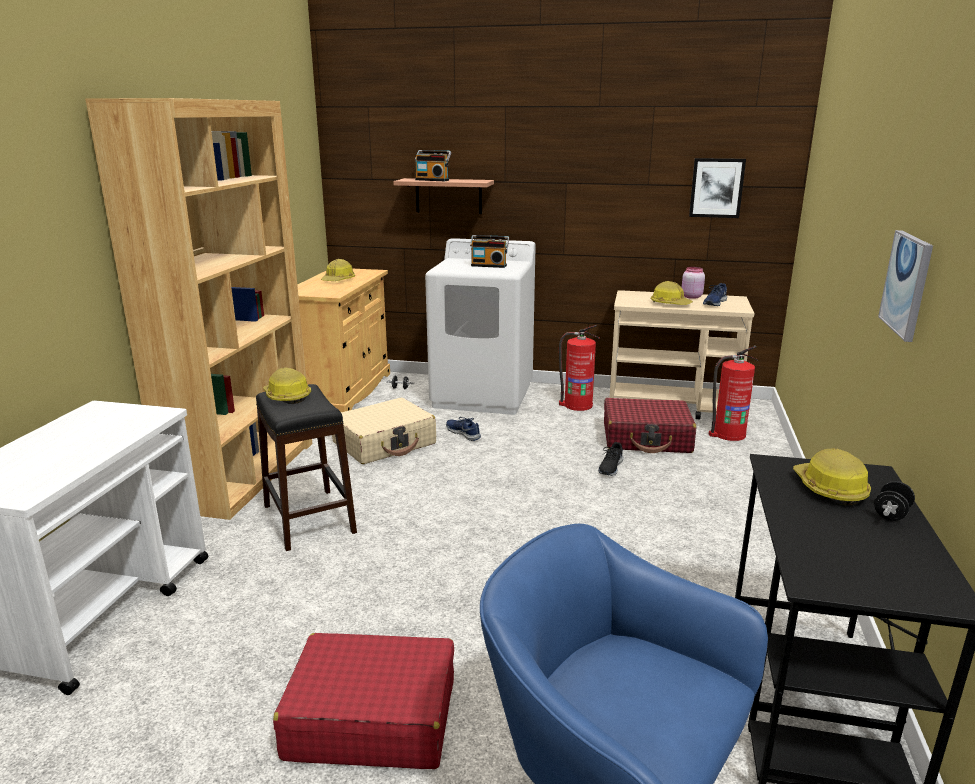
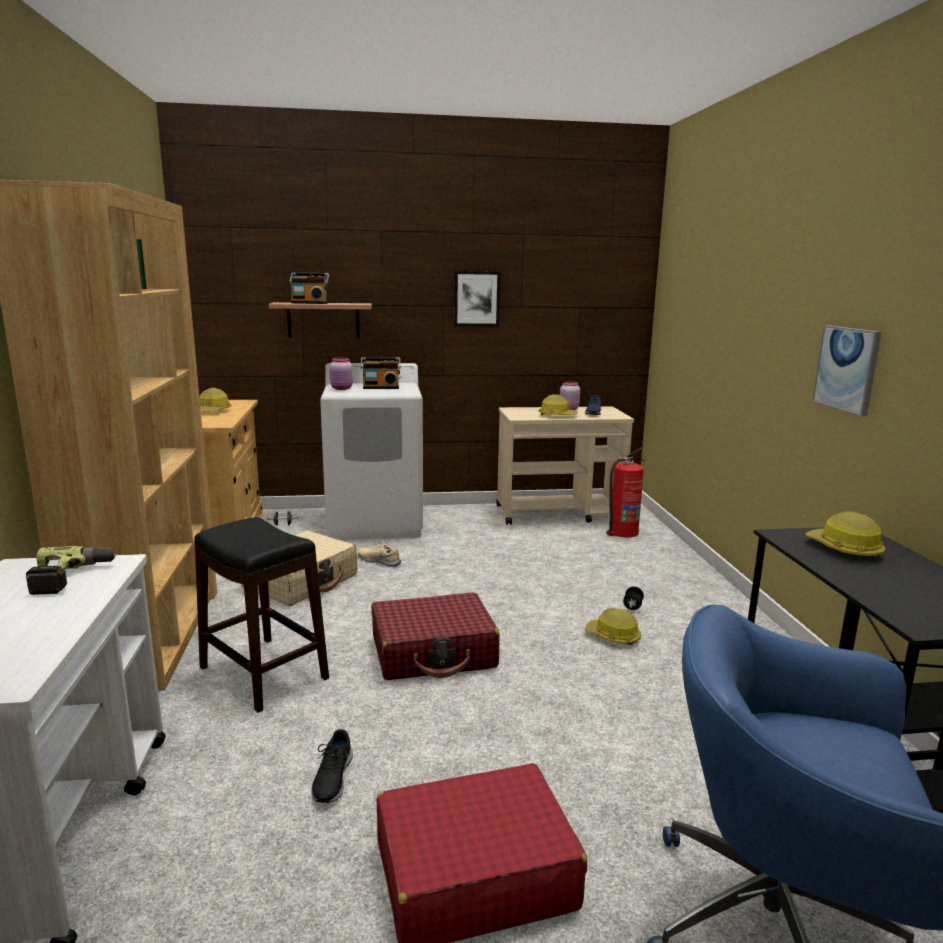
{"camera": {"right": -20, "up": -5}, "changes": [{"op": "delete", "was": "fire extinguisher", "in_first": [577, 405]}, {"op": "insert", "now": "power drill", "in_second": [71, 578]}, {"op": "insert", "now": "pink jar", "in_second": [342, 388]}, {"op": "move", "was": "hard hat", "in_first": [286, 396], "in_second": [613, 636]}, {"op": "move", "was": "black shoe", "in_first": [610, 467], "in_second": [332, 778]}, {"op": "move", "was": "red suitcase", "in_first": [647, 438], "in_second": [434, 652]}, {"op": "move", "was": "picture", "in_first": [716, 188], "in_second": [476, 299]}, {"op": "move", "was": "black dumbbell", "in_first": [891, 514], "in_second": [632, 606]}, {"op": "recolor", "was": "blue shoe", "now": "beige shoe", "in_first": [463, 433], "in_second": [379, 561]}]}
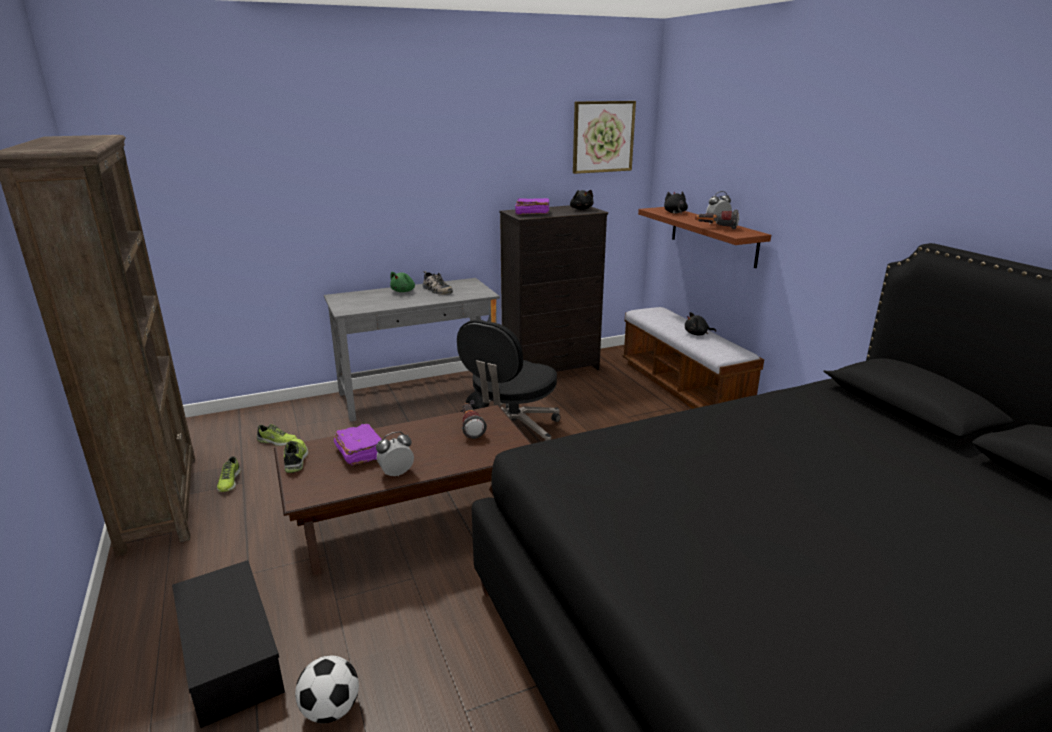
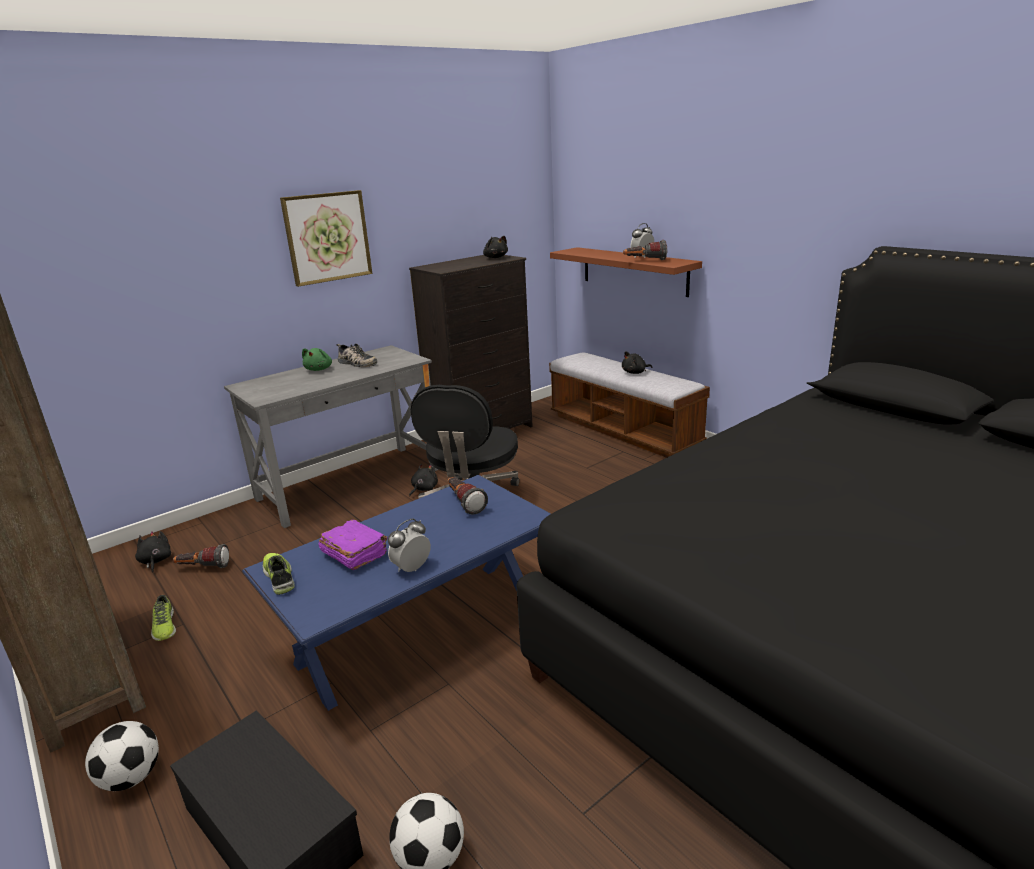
{"camera": {"right": -15, "up": 0}, "changes": [{"op": "delete", "was": "purple book", "in_first": [531, 213]}, {"op": "insert", "now": "football", "in_second": [131, 778]}, {"op": "move", "was": "picture", "in_first": [603, 137], "in_second": [327, 237]}, {"op": "move", "was": "black plush toy", "in_first": [675, 213], "in_second": [155, 561]}, {"op": "replace", "was": "shoe", "now": "flashlight", "in_first": [276, 441], "in_second": [203, 567]}, {"op": "recolor", "was": "brown coffee table", "now": "blue coffee table", "in_first": [412, 527], "in_second": [419, 629]}]}
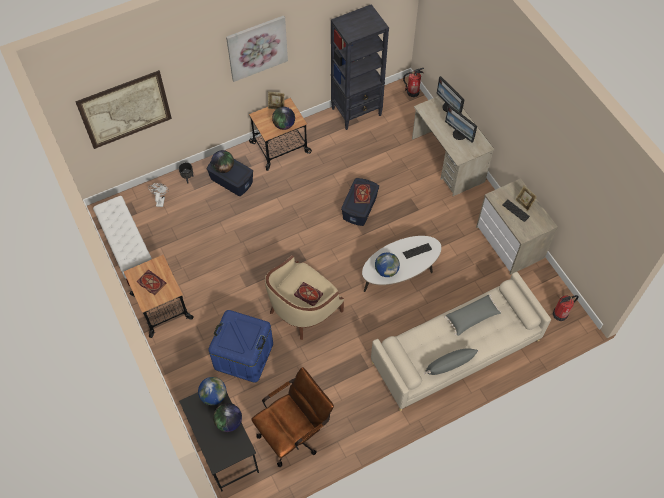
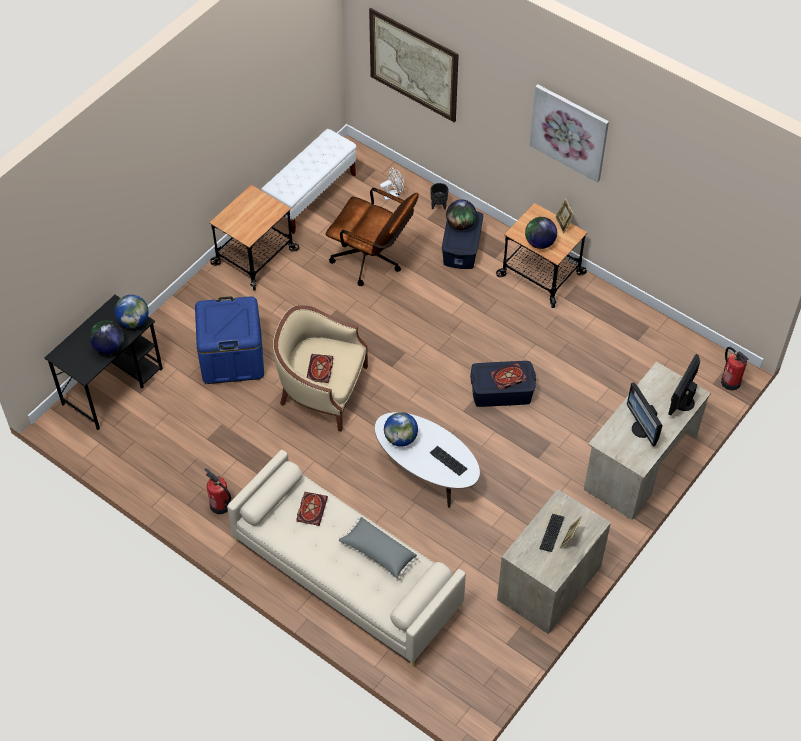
{"camera": {"right": 65, "up": -5}, "changes": [{"op": "delete", "was": "black bookcase", "in_first": [357, 112]}, {"op": "delete", "was": "grey pillow", "in_first": [449, 365]}, {"op": "move", "was": "book", "in_first": [150, 283], "in_second": [311, 508]}, {"op": "move", "was": "brown office chair", "in_first": [294, 433], "in_second": [373, 261]}, {"op": "move", "was": "fire extinguisher", "in_first": [560, 314], "in_second": [220, 505]}, {"op": "rotate", "was": "monitor", "in_first": [460, 134], "in_second": [642, 429], "clockwise": -45}]}
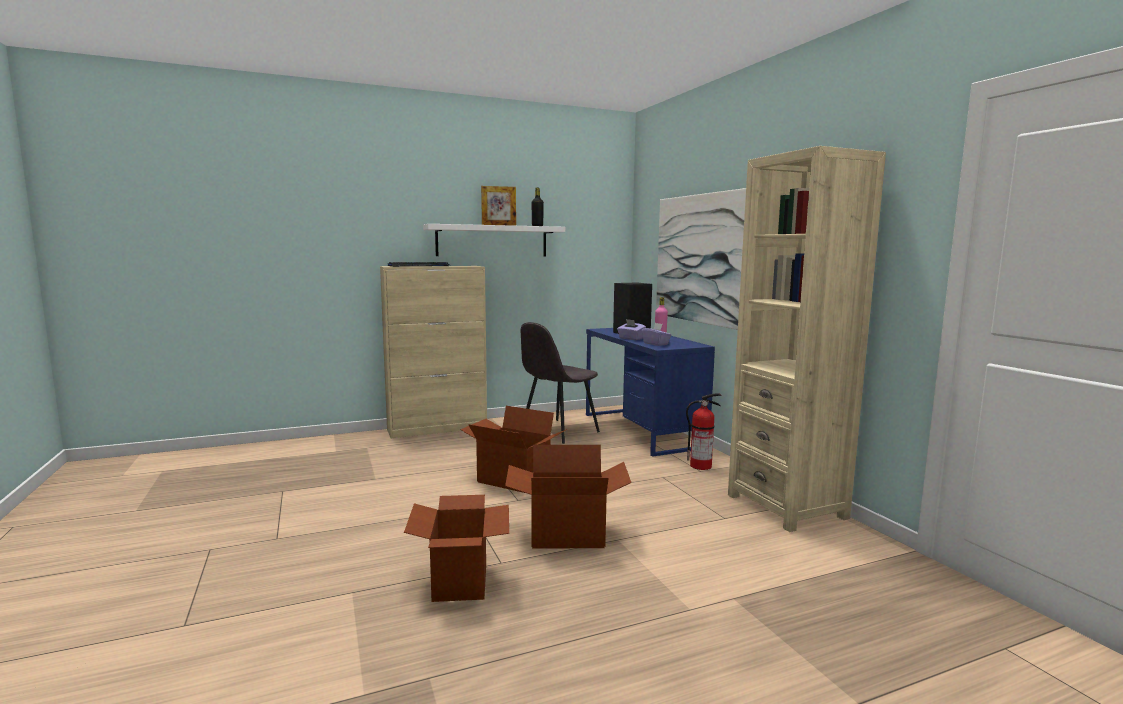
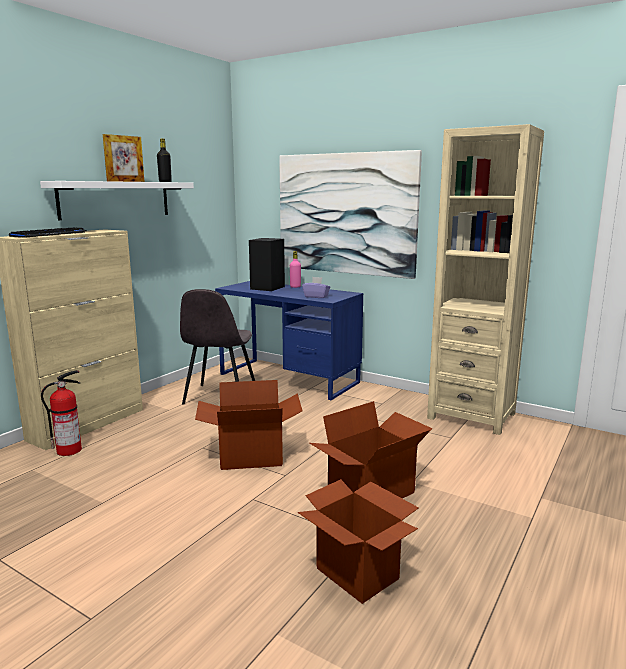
{"camera": {"right": -35, "up": 5}, "changes": [{"op": "delete", "was": "purple tissue box", "in_first": [631, 338]}, {"op": "move", "was": "fire extinguisher", "in_first": [701, 466], "in_second": [70, 450]}]}
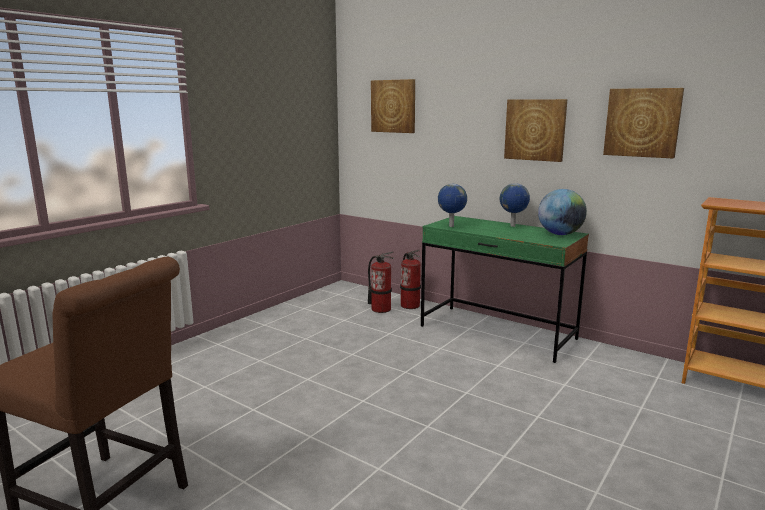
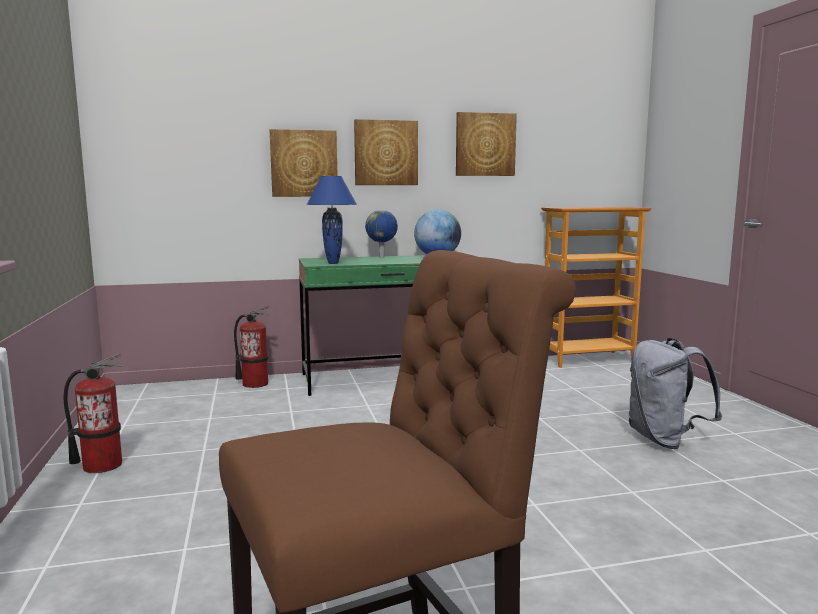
{"camera": {"right": -50, "up": -5}, "changes": [{"op": "insert", "now": "grey backpack", "in_second": [665, 440]}, {"op": "move", "was": "fire extinguisher", "in_first": [381, 309], "in_second": [102, 465]}, {"op": "move", "was": "picture", "in_first": [393, 106], "in_second": [304, 163]}, {"op": "replace", "was": "globe", "now": "blue table lamp", "in_first": [451, 226], "in_second": [333, 263]}]}
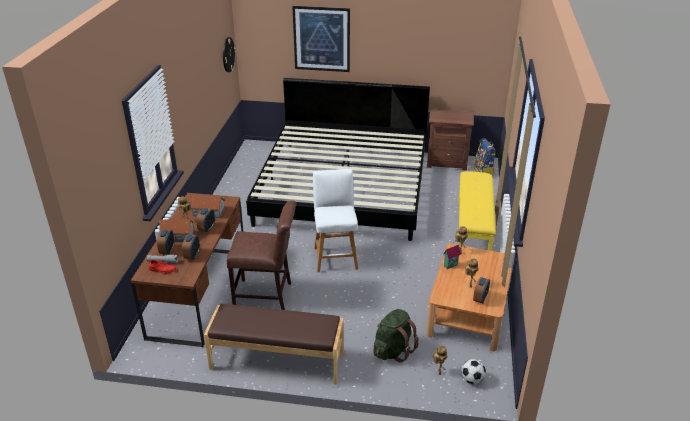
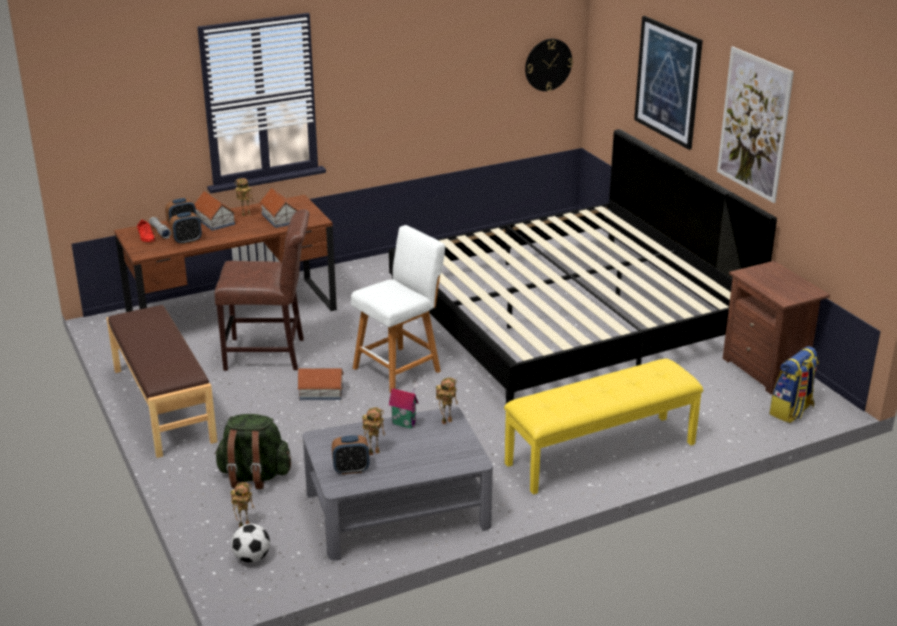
{"camera": {"right": 55, "up": -5}, "changes": [{"op": "delete", "was": "alarm clock", "in_first": [207, 228]}, {"op": "insert", "now": "toy house", "in_second": [321, 392]}, {"op": "insert", "now": "picture", "in_second": [754, 124]}, {"op": "recolor", "was": "brown coffee table", "now": "grey coffee table", "in_first": [468, 311], "in_second": [397, 509]}, {"op": "rotate", "was": "brown chair", "in_first": [266, 296], "in_second": [270, 354], "clockwise": -60}]}
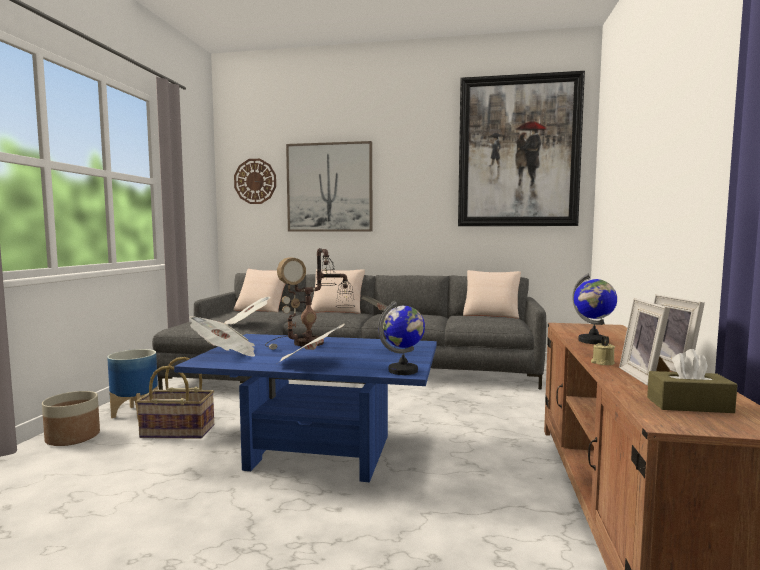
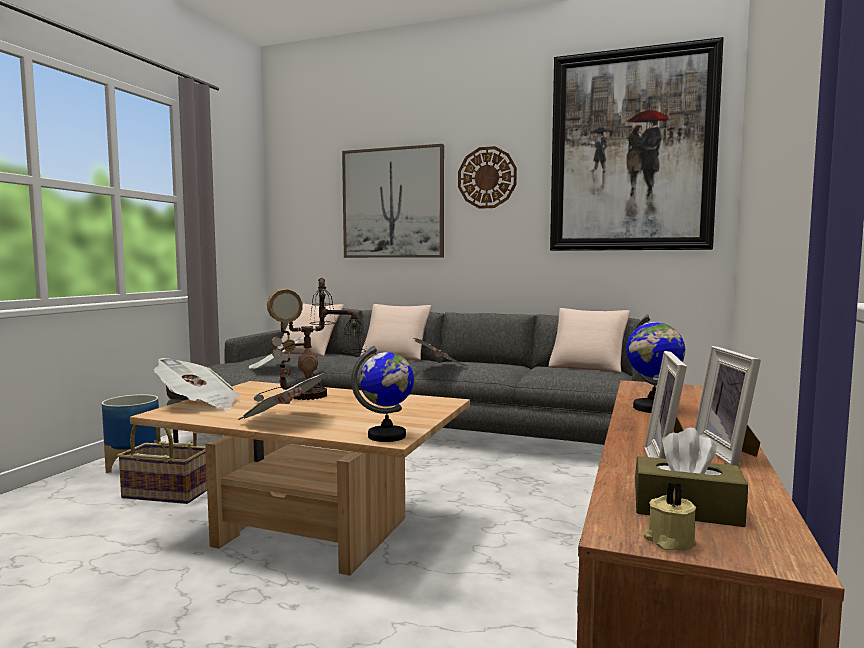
{"camera": {"right": 10, "up": 0}, "changes": [{"op": "delete", "was": "planter", "in_first": [73, 437]}, {"op": "move", "was": "wall clock", "in_first": [255, 181], "in_second": [487, 177]}, {"op": "move", "was": "beige candle", "in_first": [602, 363], "in_second": [669, 541]}, {"op": "recolor", "was": "blue coffee table", "now": "beige coffee table", "in_first": [320, 452], "in_second": [312, 531]}]}
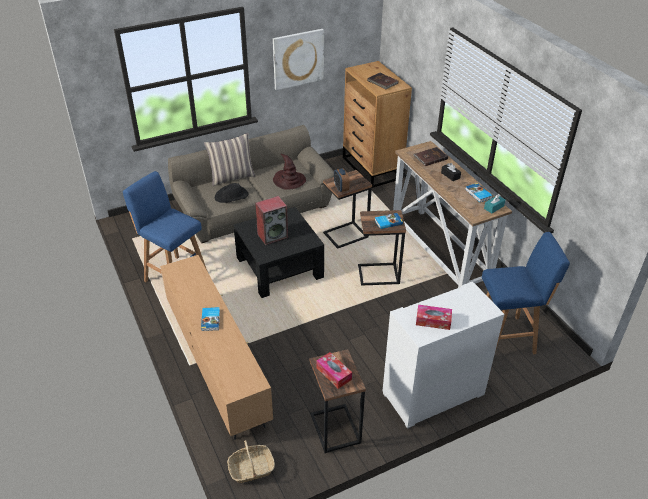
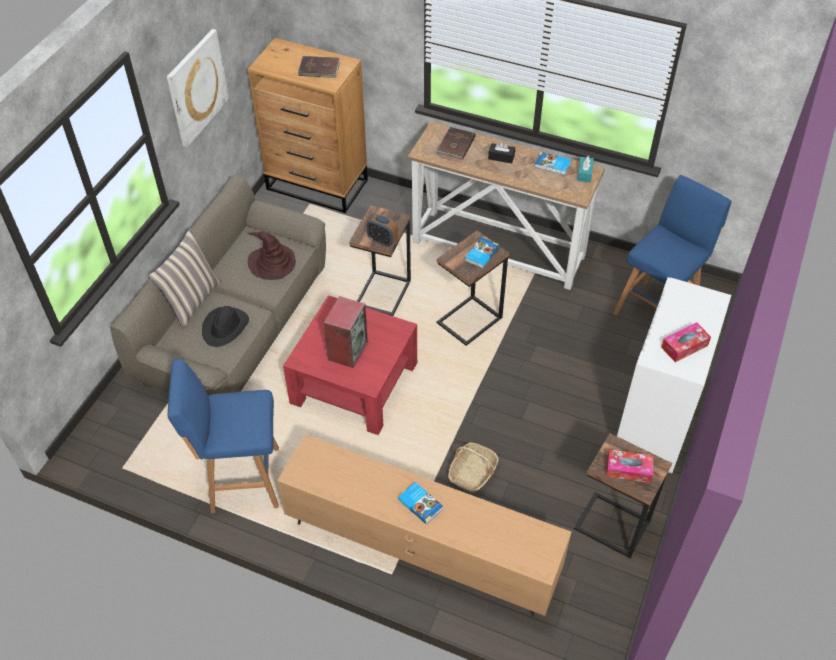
{"camera": {"right": -40, "up": 10}, "changes": [{"op": "move", "was": "basket", "in_first": [251, 469], "in_second": [472, 473]}, {"op": "recolor", "was": "black coffee table", "now": "red coffee table", "in_first": [279, 267], "in_second": [354, 383]}]}
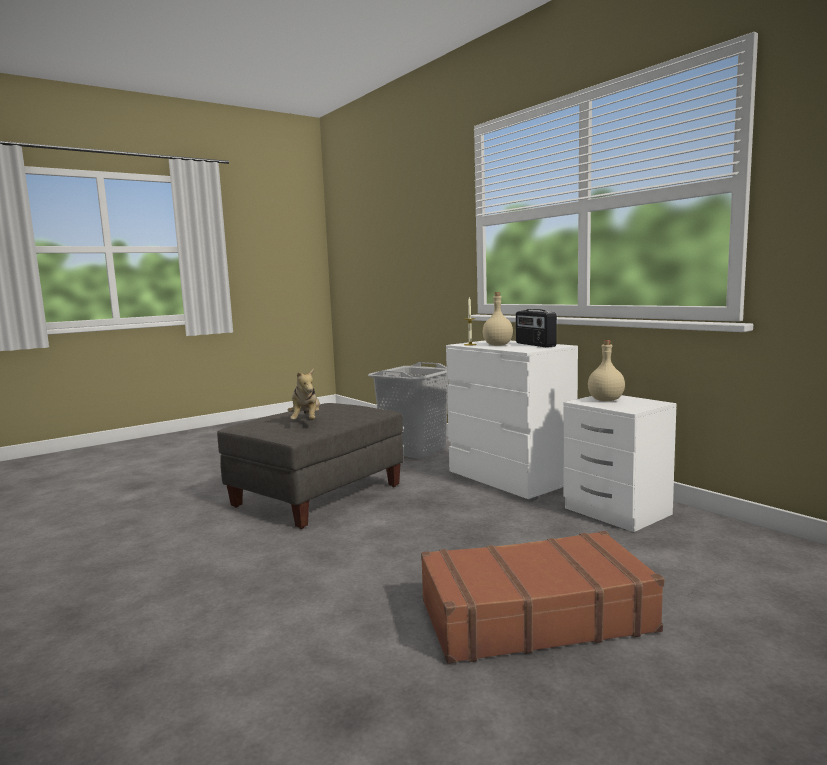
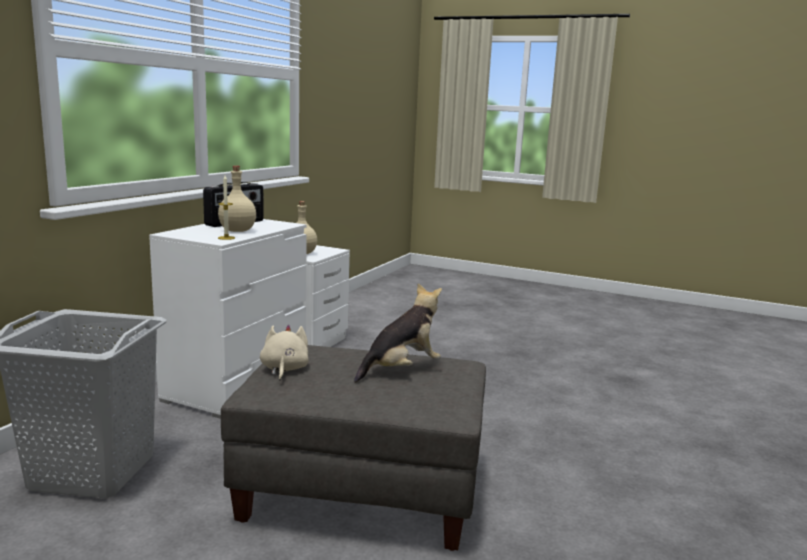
{"camera": {"right": -120, "up": 5}, "changes": [{"op": "delete", "was": "brown suitcase", "in_first": [534, 615]}, {"op": "insert", "now": "beige plush toy", "in_second": [284, 369]}]}
